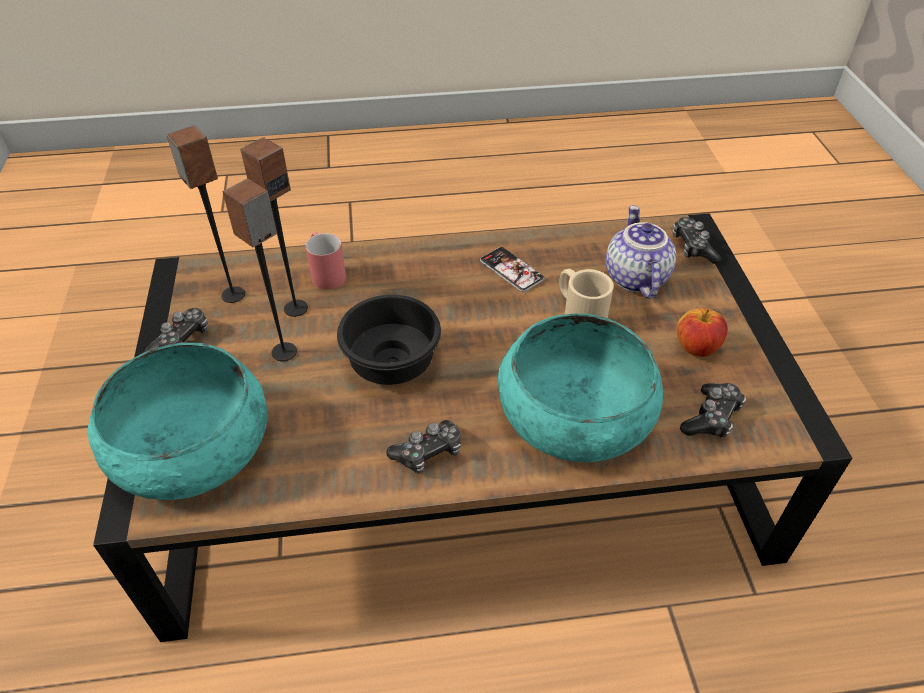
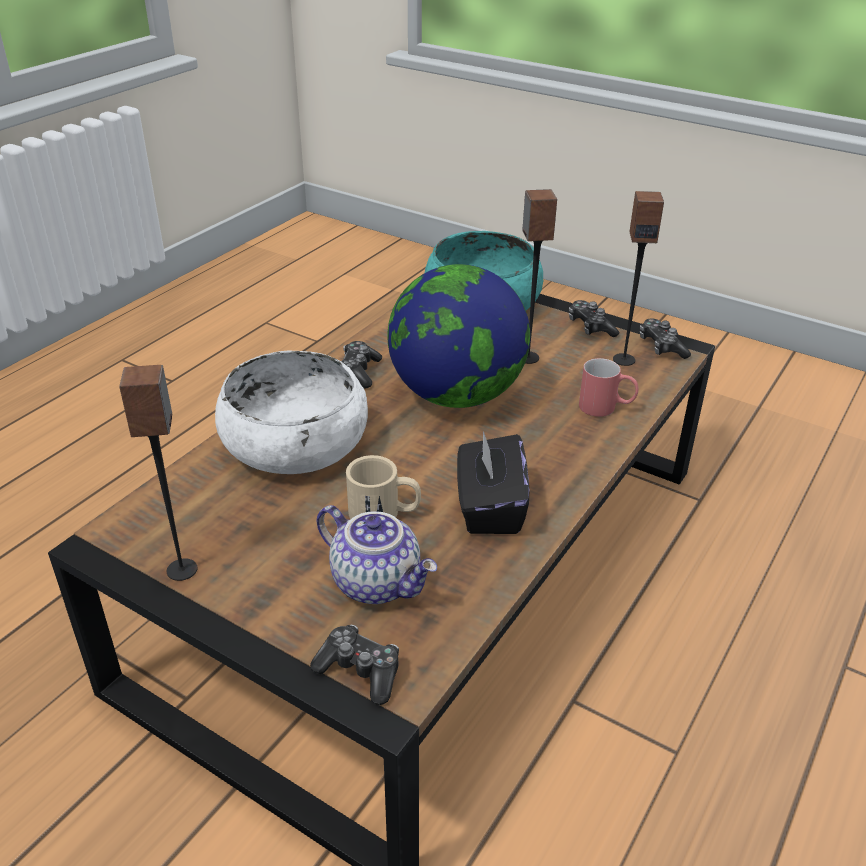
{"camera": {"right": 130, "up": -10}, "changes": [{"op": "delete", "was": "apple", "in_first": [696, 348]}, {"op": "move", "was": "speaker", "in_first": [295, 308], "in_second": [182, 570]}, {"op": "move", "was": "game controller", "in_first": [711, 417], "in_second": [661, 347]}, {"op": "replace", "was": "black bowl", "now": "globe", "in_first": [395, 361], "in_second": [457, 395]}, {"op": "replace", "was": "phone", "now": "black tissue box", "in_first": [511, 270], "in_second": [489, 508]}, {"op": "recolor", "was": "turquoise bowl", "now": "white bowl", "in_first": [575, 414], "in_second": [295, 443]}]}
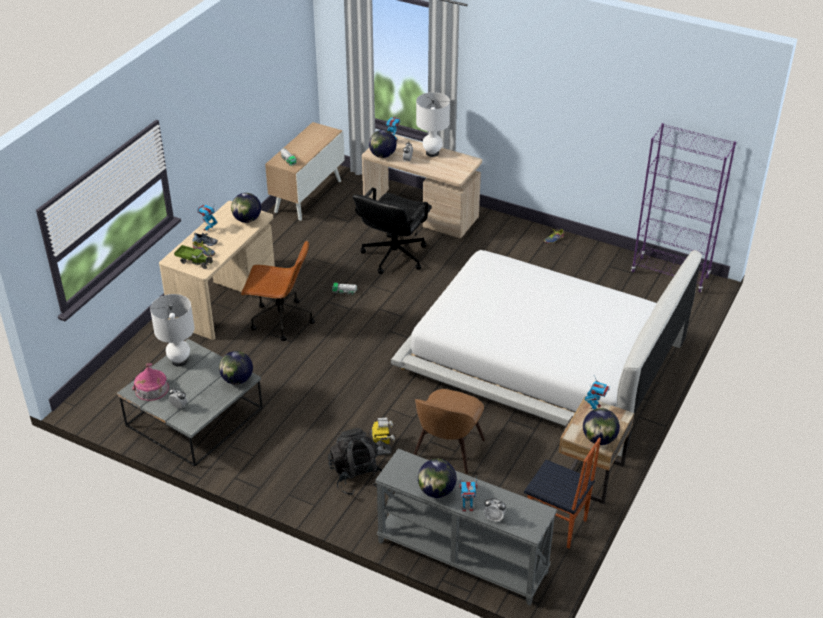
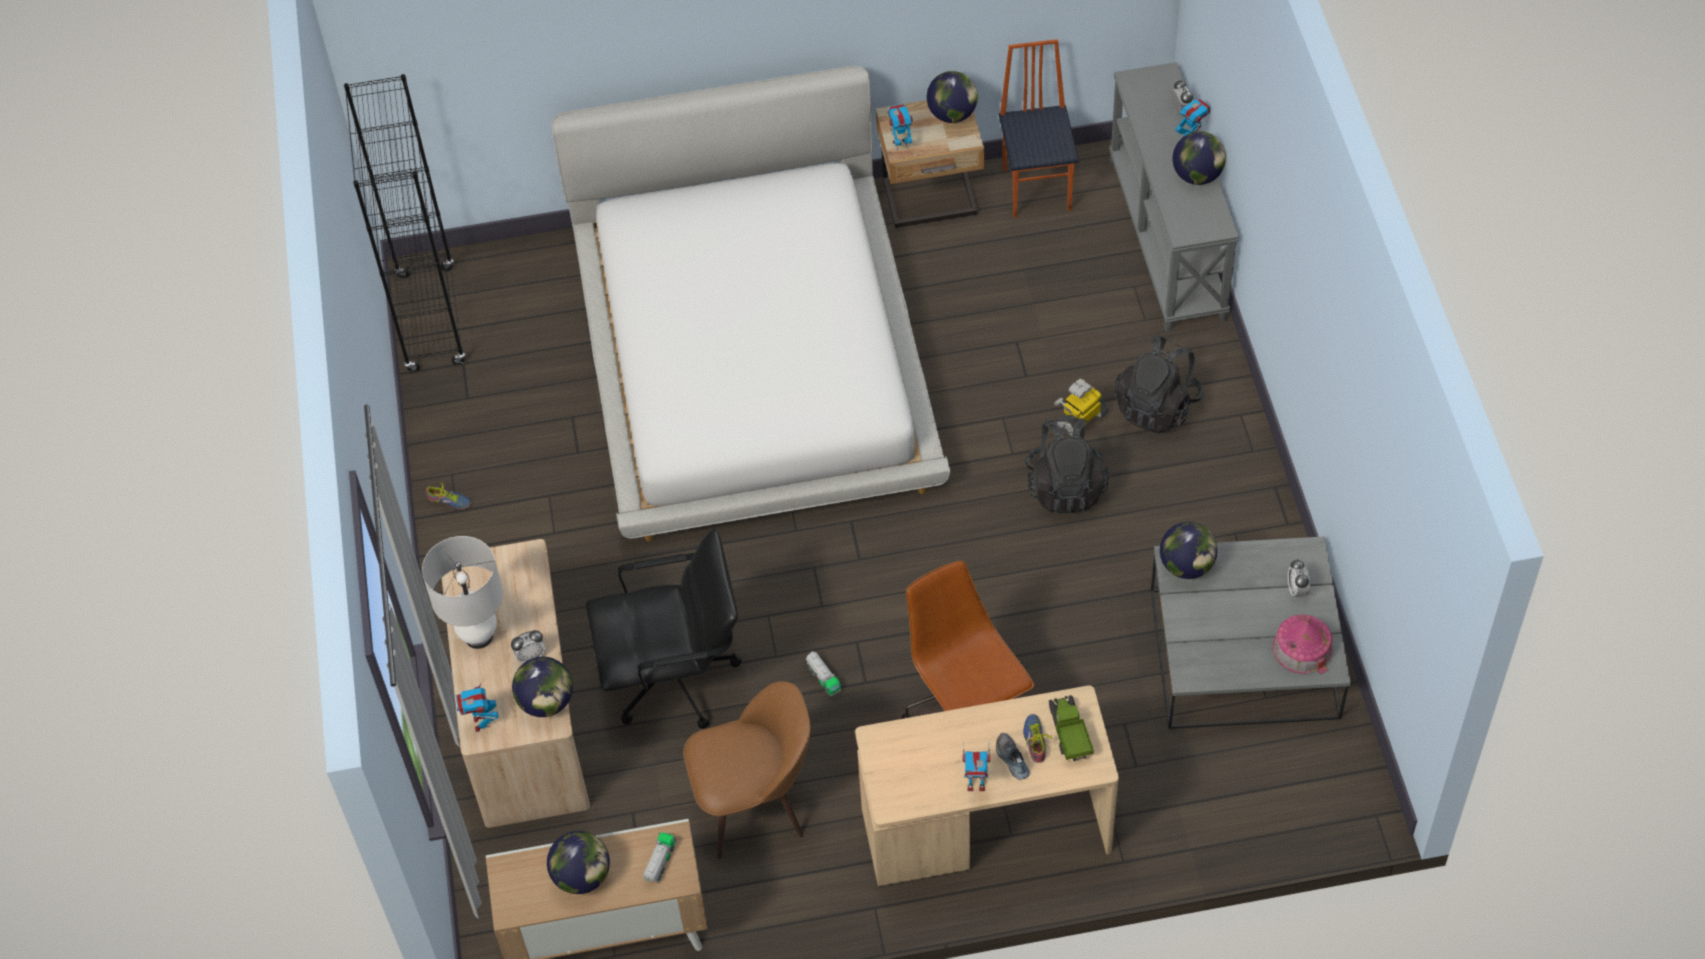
{"camera": {"right": -125, "up": 15}, "changes": [{"op": "delete", "was": "white table lamp", "in_first": [179, 361]}, {"op": "insert", "now": "black backpack", "in_second": [1065, 486]}, {"op": "move", "was": "globe", "in_first": [247, 220], "in_second": [582, 876]}, {"op": "move", "was": "brown chair", "in_first": [447, 450], "in_second": [754, 803]}, {"op": "recolor", "was": "purple bookcase", "now": "black bookcase", "in_first": [670, 274], "in_second": [431, 319]}]}
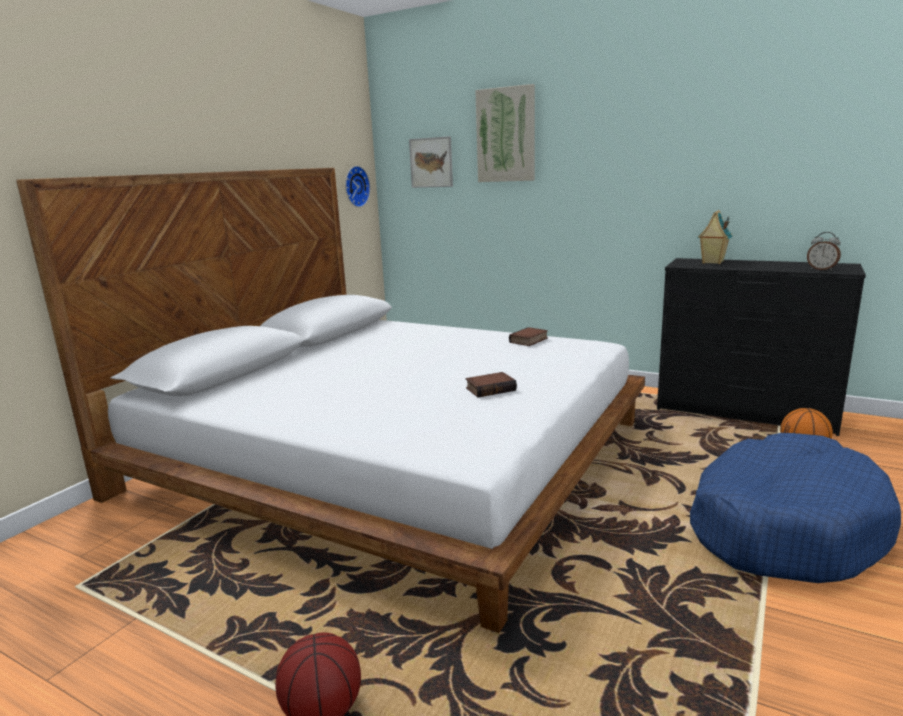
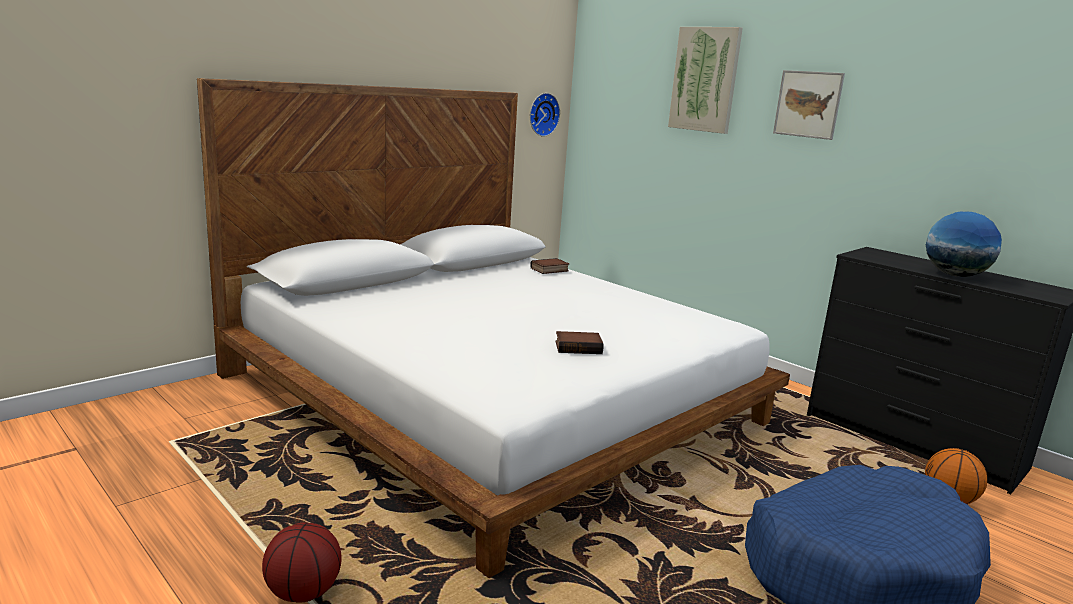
{"camera": {"right": 15, "up": 0}, "changes": [{"op": "delete", "was": "toy house", "in_first": [712, 262]}, {"op": "delete", "was": "alarm clock", "in_first": [821, 269]}, {"op": "insert", "now": "globe", "in_second": [955, 275]}, {"op": "move", "was": "picture", "in_first": [431, 162], "in_second": [808, 104]}, {"op": "move", "was": "book", "in_first": [529, 340], "in_second": [549, 270]}]}
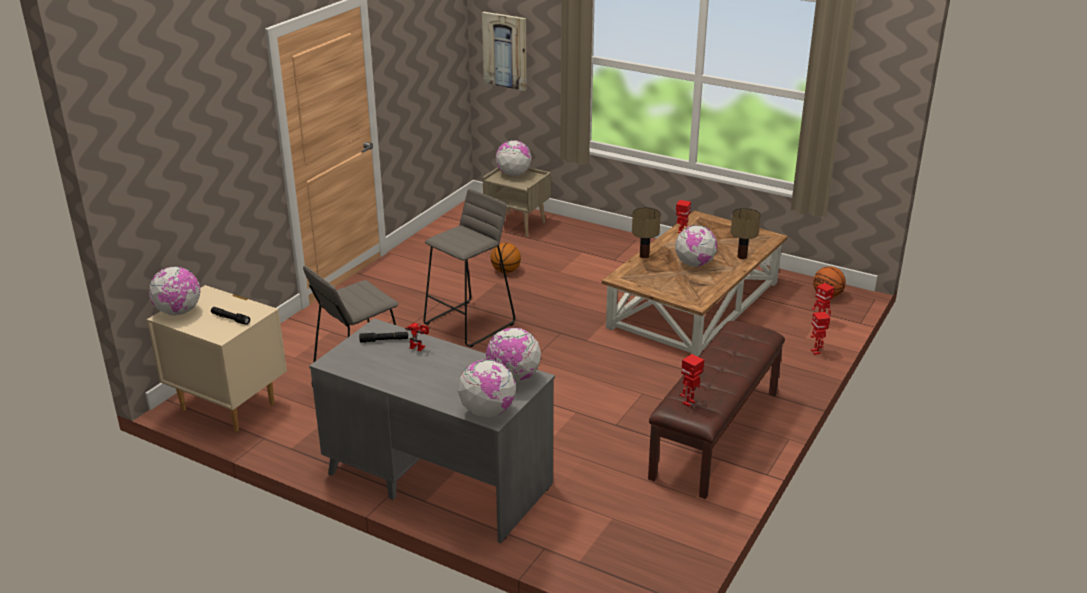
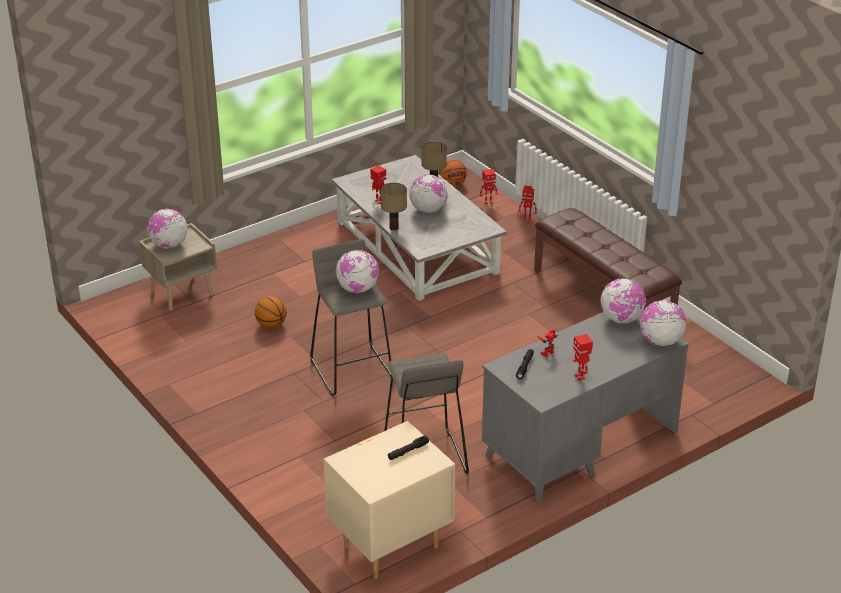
{"camera": {"right": -65, "up": 5}, "changes": [{"op": "delete", "was": "picture", "in_first": [505, 50]}, {"op": "move", "was": "globe", "in_first": [179, 312], "in_second": [358, 289]}, {"op": "move", "was": "toy robot", "in_first": [689, 403], "in_second": [580, 377]}, {"op": "recolor", "was": "brown coffee table", "now": "grey coffee table", "in_first": [693, 304], "in_second": [415, 247]}]}
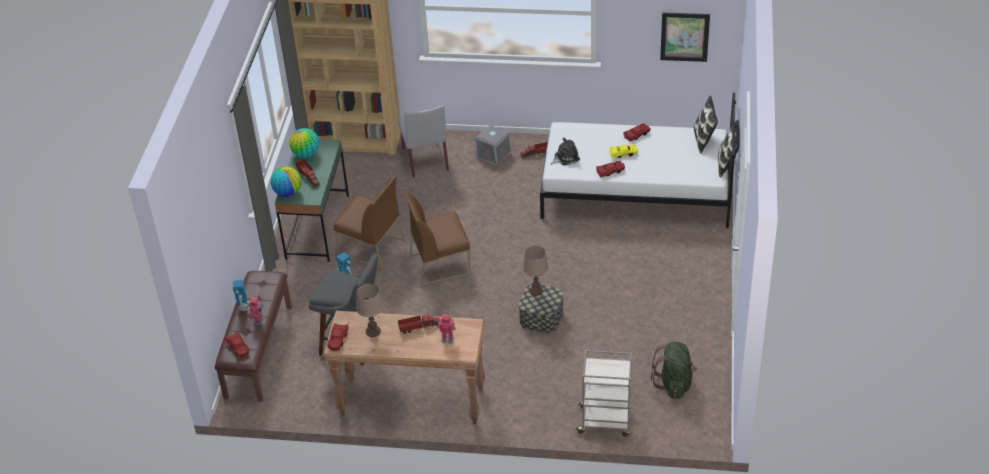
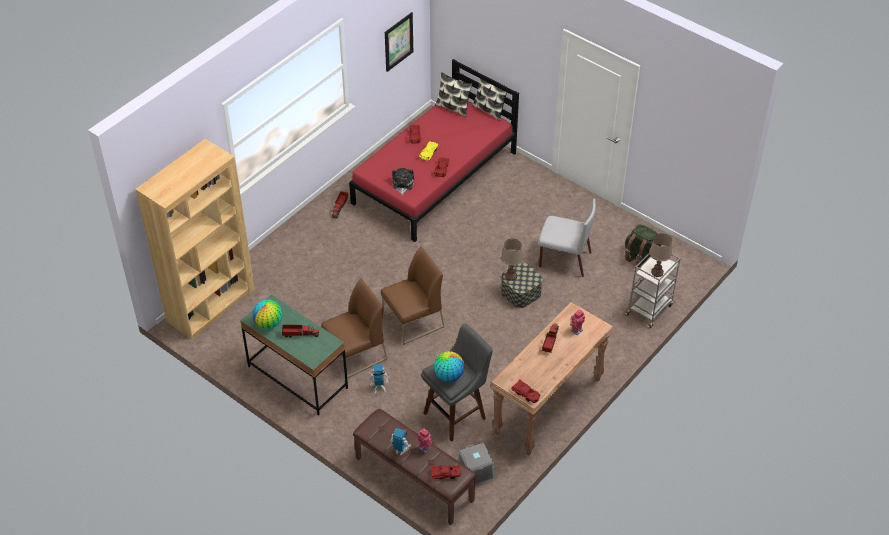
{"camera": {"right": -60, "up": 5}, "changes": [{"op": "move", "was": "globe", "in_first": [288, 193], "in_second": [448, 375]}, {"op": "move", "was": "brown table lamp", "in_first": [373, 331], "in_second": [657, 272]}, {"op": "move", "was": "grey chair", "in_first": [425, 159], "in_second": [564, 259]}, {"op": "move", "was": "grey storage box", "in_first": [494, 154], "in_second": [476, 472]}, {"op": "recolor", "was": "white bed", "now": "red bed", "in_first": [636, 191], "in_second": [435, 178]}, {"op": "rotate", "was": "brown chair", "in_first": [440, 264], "in_second": [413, 322], "clockwise": -135}]}
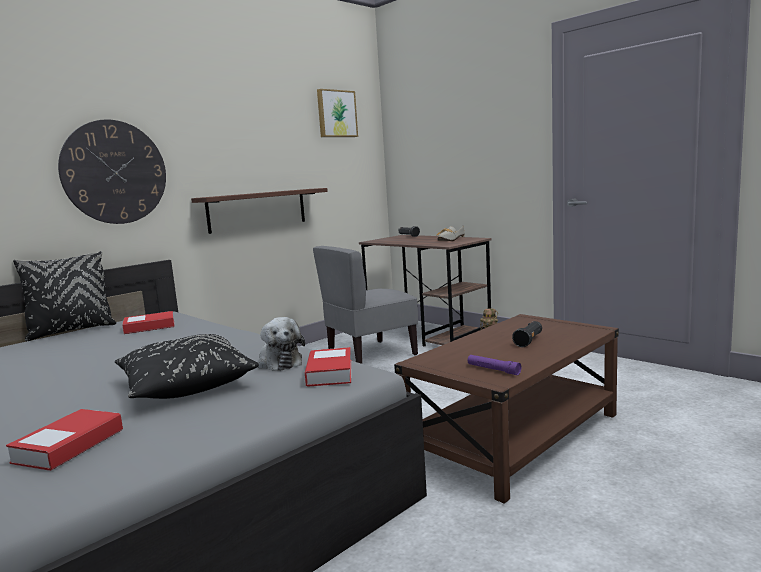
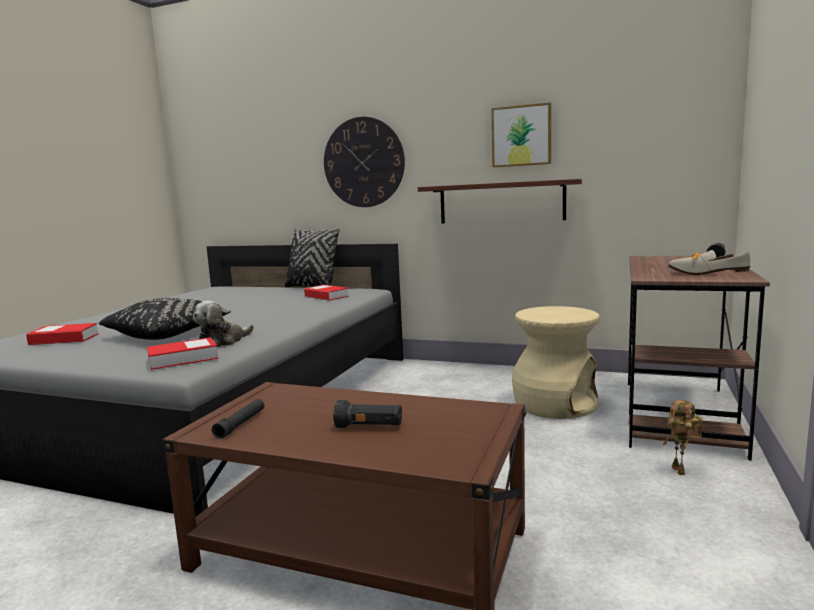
{"camera": {"right": 65, "up": 0}, "changes": [{"op": "move", "was": "picture", "in_first": [336, 114], "in_second": [521, 136]}, {"op": "replace", "was": "grey chair", "now": "beige stool", "in_first": [371, 355], "in_second": [555, 404]}, {"op": "recolor", "was": "purple flashlight", "now": "black flashlight", "in_first": [493, 370], "in_second": [241, 424]}]}
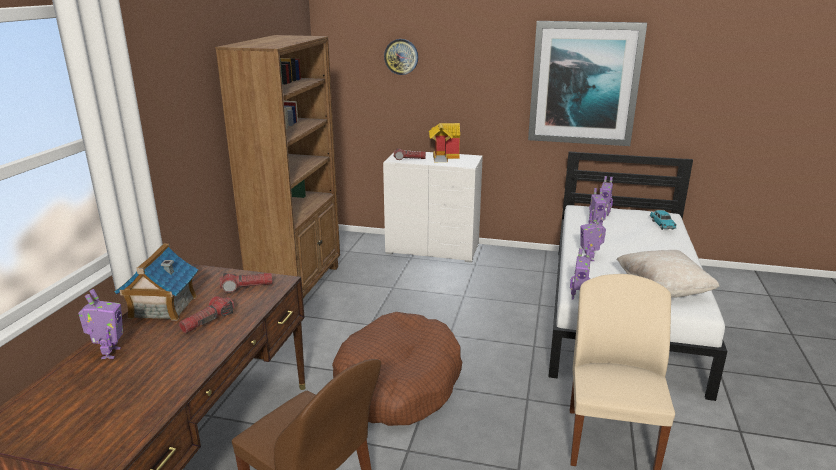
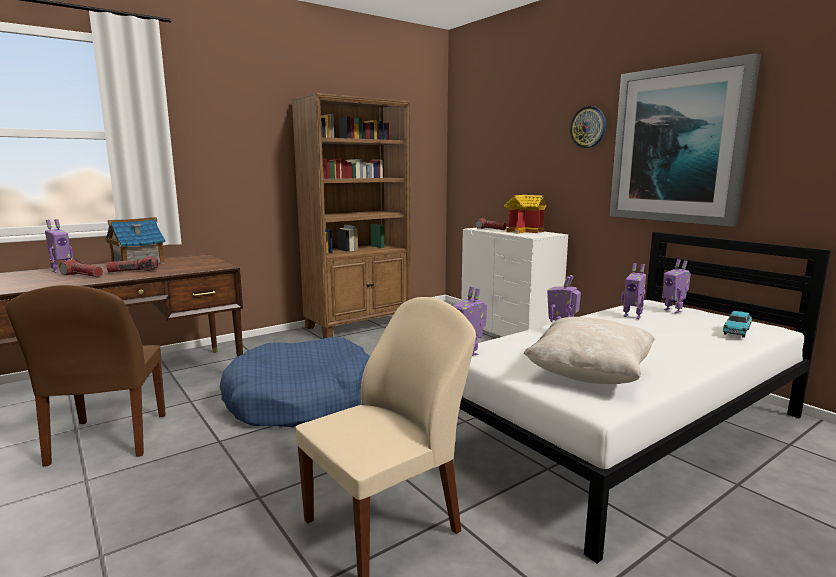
{"camera": {"right": 40, "up": -10}, "changes": [{"op": "move", "was": "flashlight", "in_first": [247, 287], "in_second": [83, 275]}, {"op": "move", "was": "wall clock", "in_first": [401, 56], "in_second": [588, 127]}, {"op": "recolor", "was": "brown dog bed", "now": "blue dog bed", "in_first": [398, 384], "in_second": [301, 400]}]}
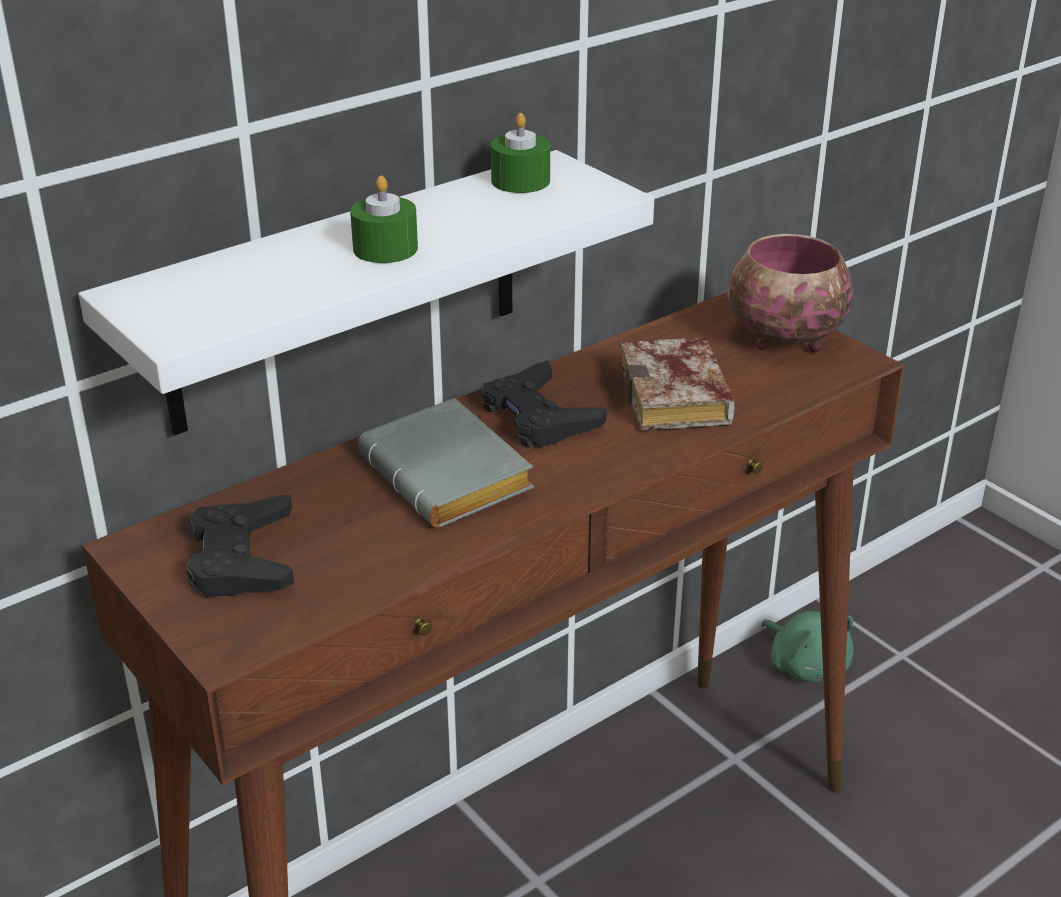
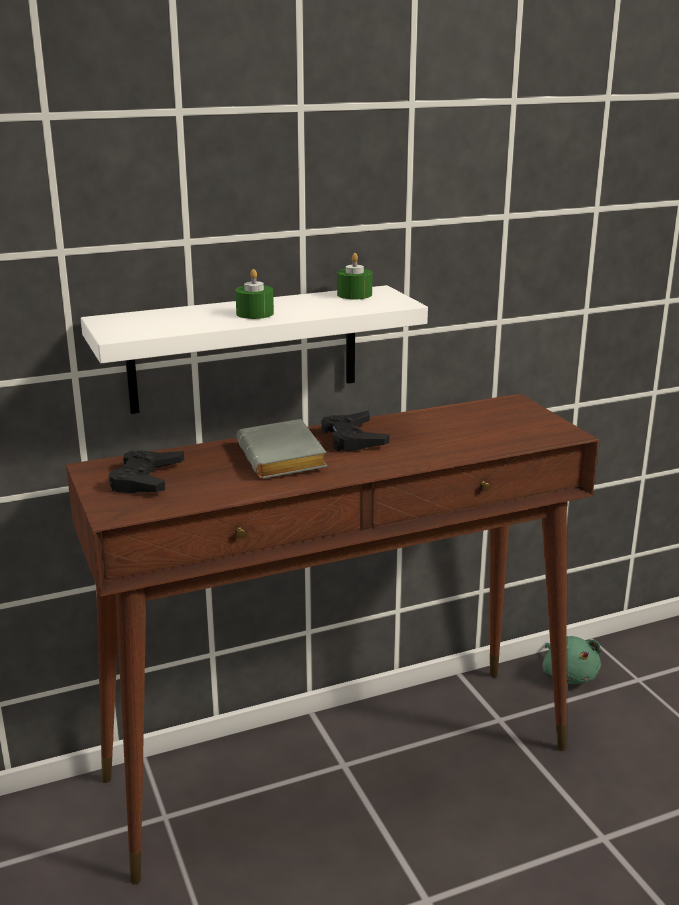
{"camera": {"right": 15, "up": -10}, "changes": [{"op": "delete", "was": "book", "in_first": [679, 399]}, {"op": "delete", "was": "bowl", "in_first": [783, 339]}]}
